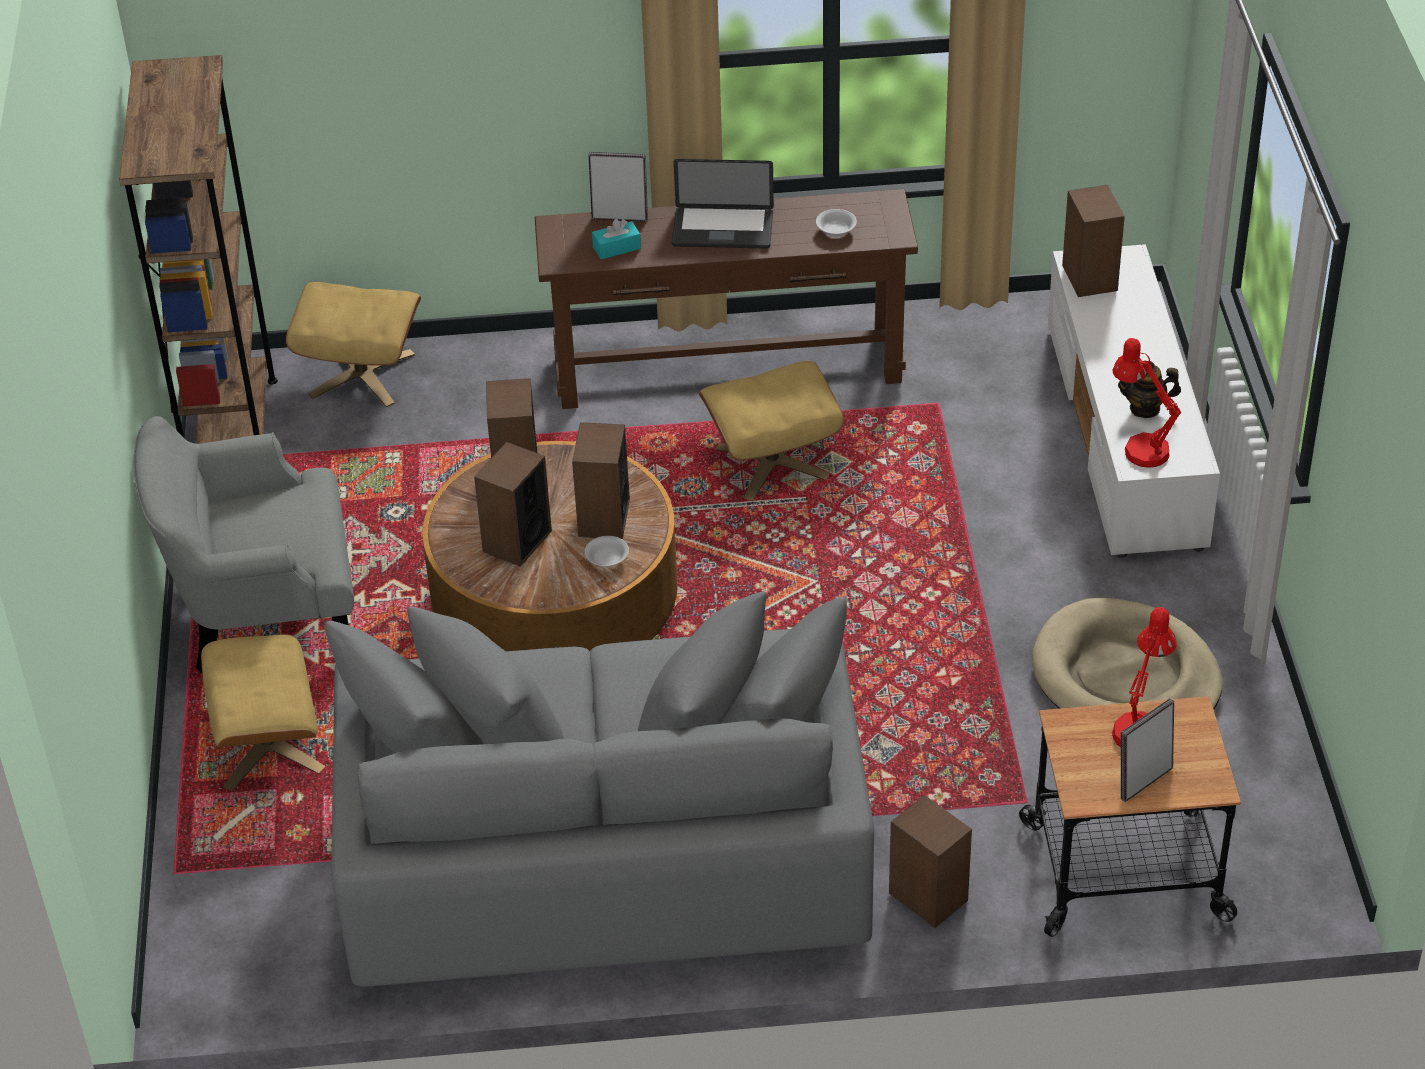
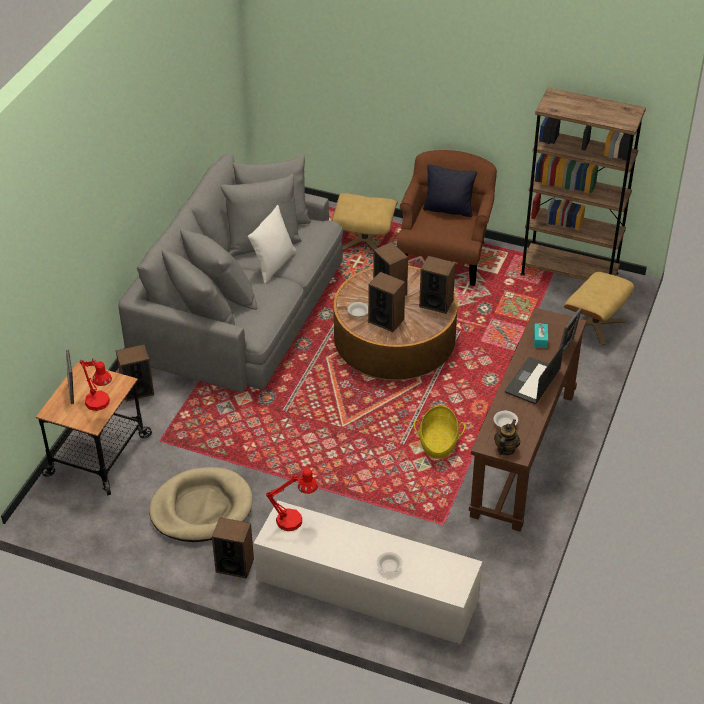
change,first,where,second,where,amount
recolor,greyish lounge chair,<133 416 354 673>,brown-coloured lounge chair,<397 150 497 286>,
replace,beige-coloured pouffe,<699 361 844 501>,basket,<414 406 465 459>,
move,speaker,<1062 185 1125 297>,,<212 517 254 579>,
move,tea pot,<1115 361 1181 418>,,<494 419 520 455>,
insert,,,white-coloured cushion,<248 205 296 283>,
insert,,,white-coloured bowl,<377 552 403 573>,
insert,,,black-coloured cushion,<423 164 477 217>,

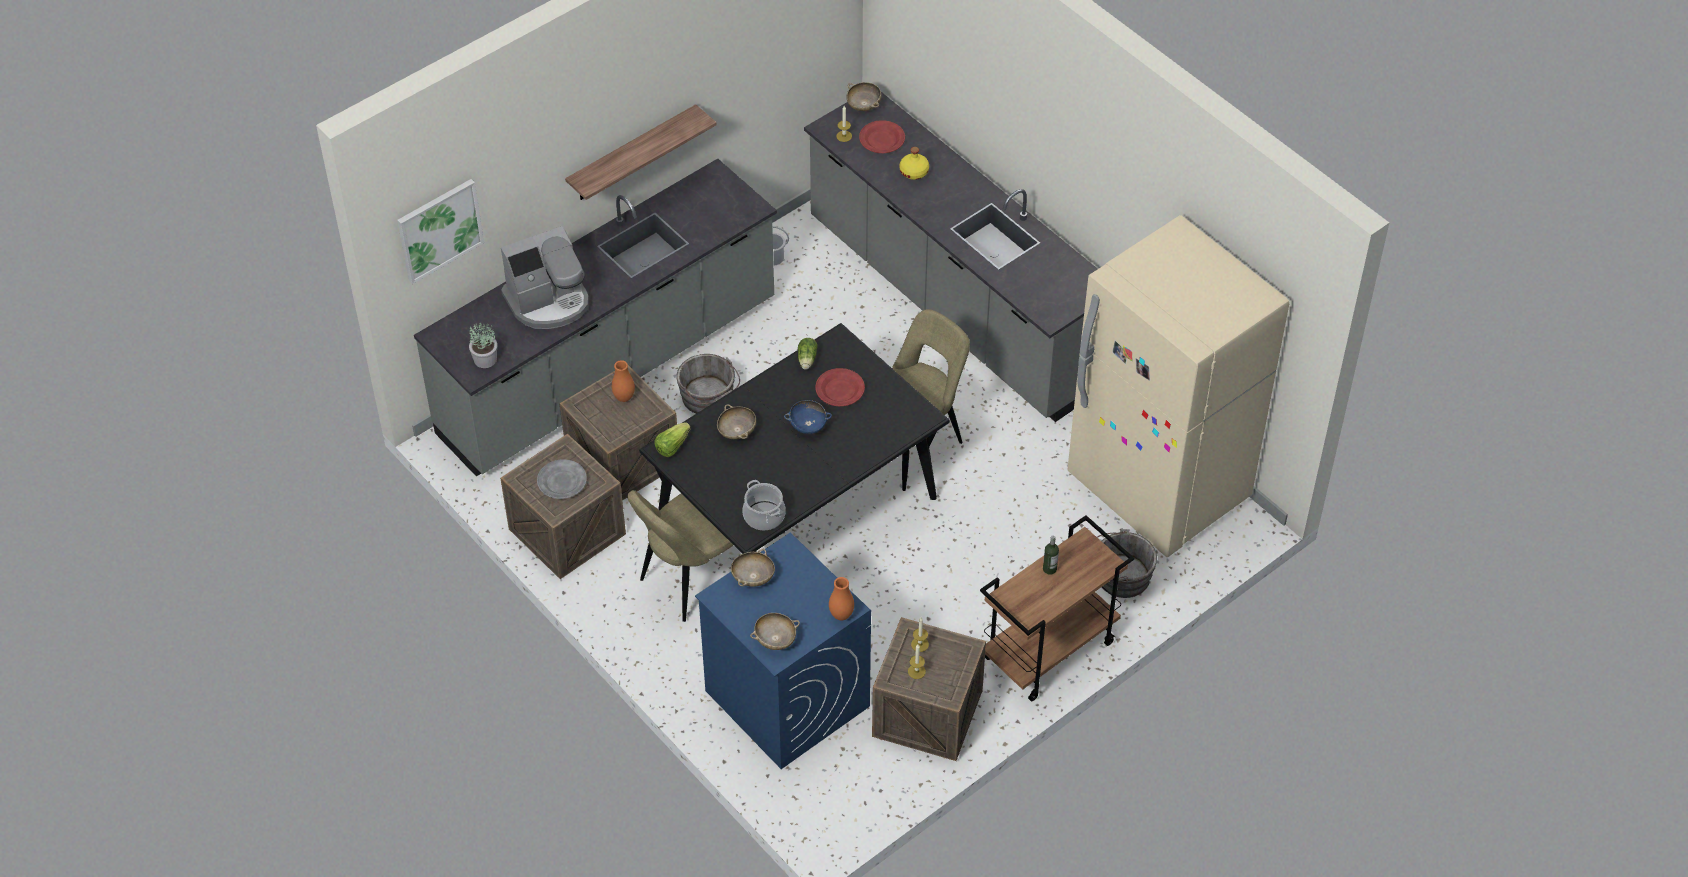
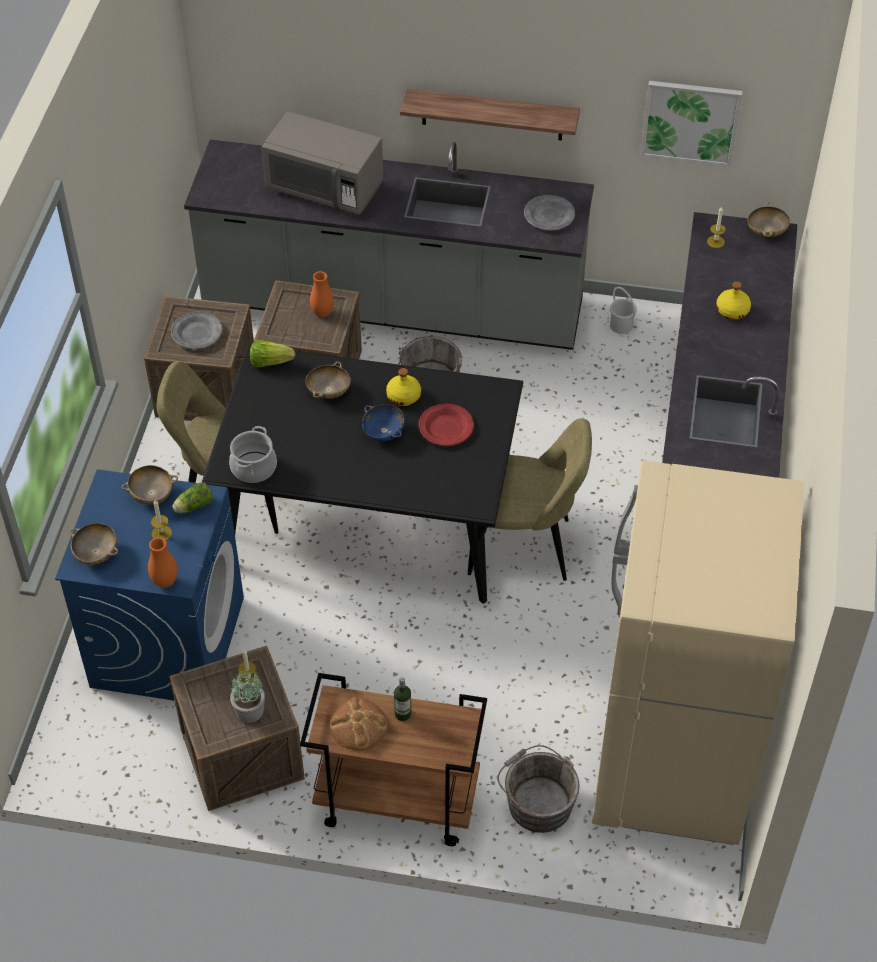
change,first,where,second,where,amount
move,wall art,<397 179 484 284>,,<641 81 743 167>,
move,potted plant,<469 322 497 368>,,<230 670 265 723>,
replace,coffee machine,<501 226 589 329>,greyish microwave,<262 111 384 215>,
move,head of lettuce,<798 338 818 370>,,<172 483 213 513>,
delete,reddish flat dish,<859 120 905 153>,,,
move,wax candle,<908 644 926 679>,,<151 500 172 540>,
insert,,,bread,<329 697 388 751>,
insert,,,yellowish drink bottle,<386 368 421 406>,
insert,,,greyish flat dish,<524 195 575 230>,

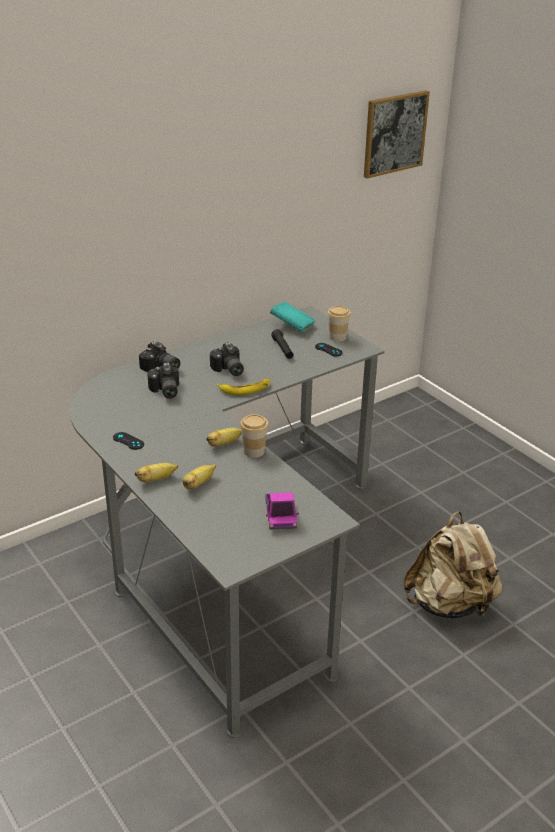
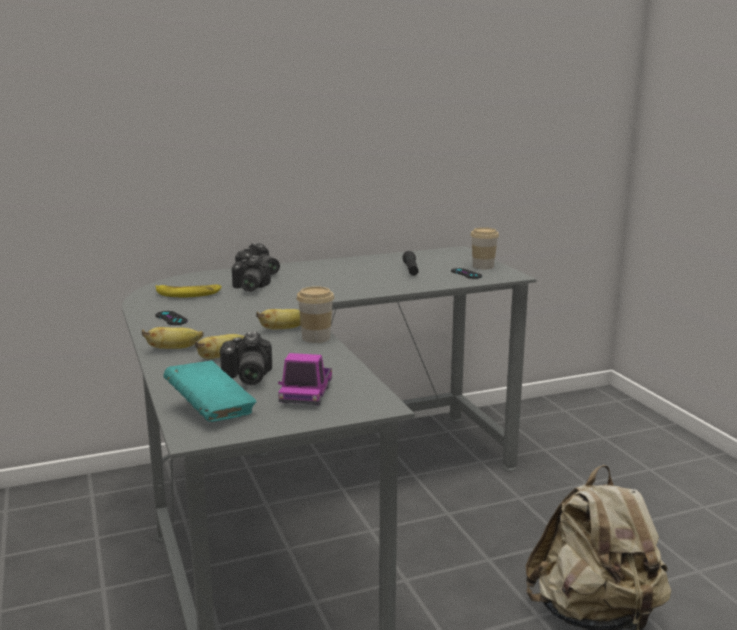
change,first,where,second,where,amount
move,photo camera,<210 342 244 376>,,<220 332 272 385>,
move,whole banana,<216 378 270 395>,,<155 284 222 297>,
move,blue-green bound book,<270 301 315 332>,,<163 361 256 422>,
delete,wall art,<364 90 430 178>,,,

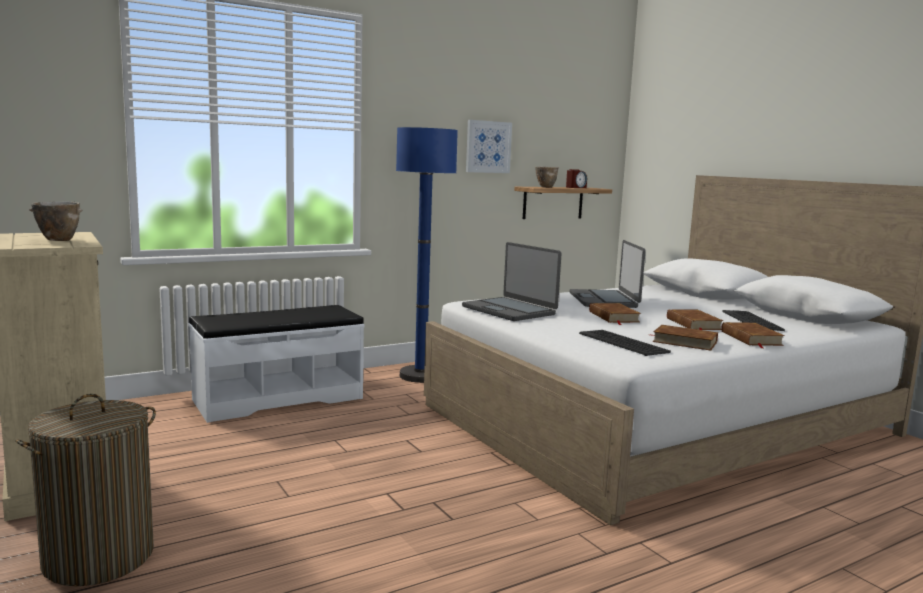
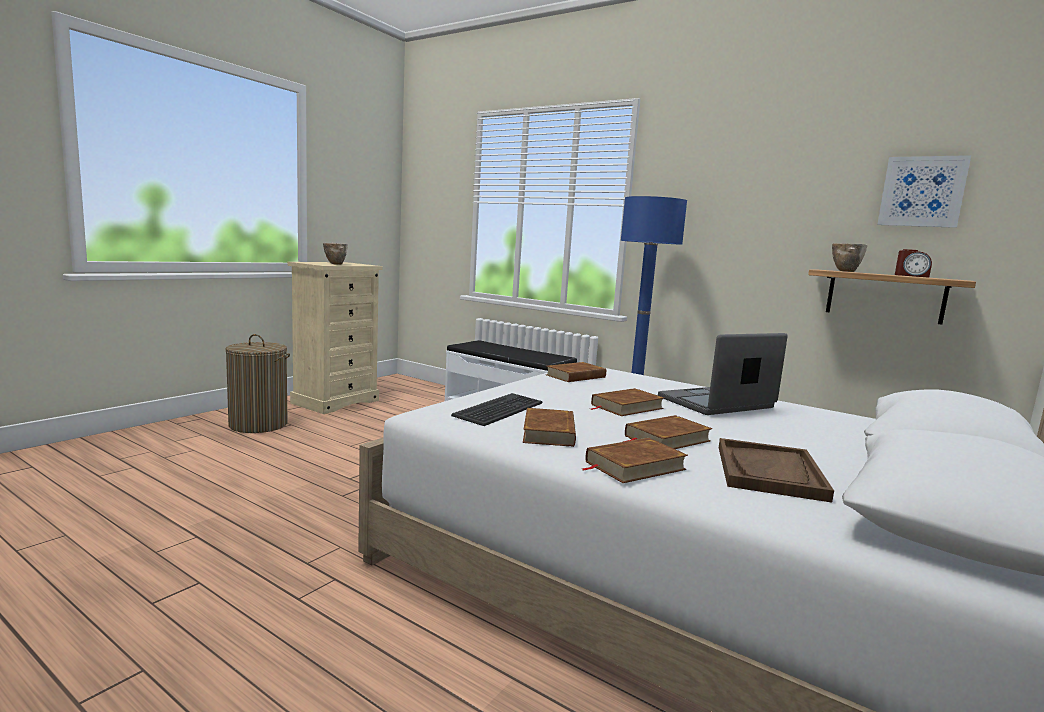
change,first,where,second,where,amount
replace,portable computer,<462 242 561 321>,brown-coloured bound book,<546 362 607 382>,
move,wall art,<466 120 512 173>,,<877 155 971 228>,
replace,keyboard,<722 310 785 331>,brown-coloured carrying tray,<719 438 834 503>,

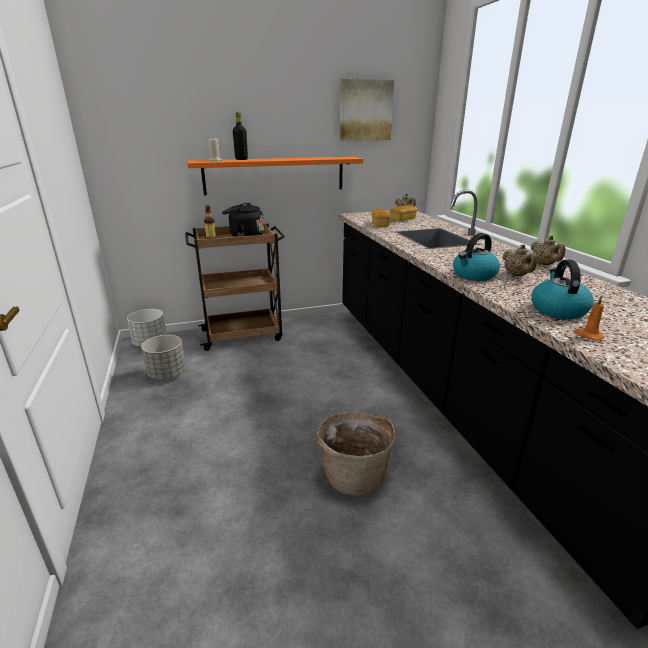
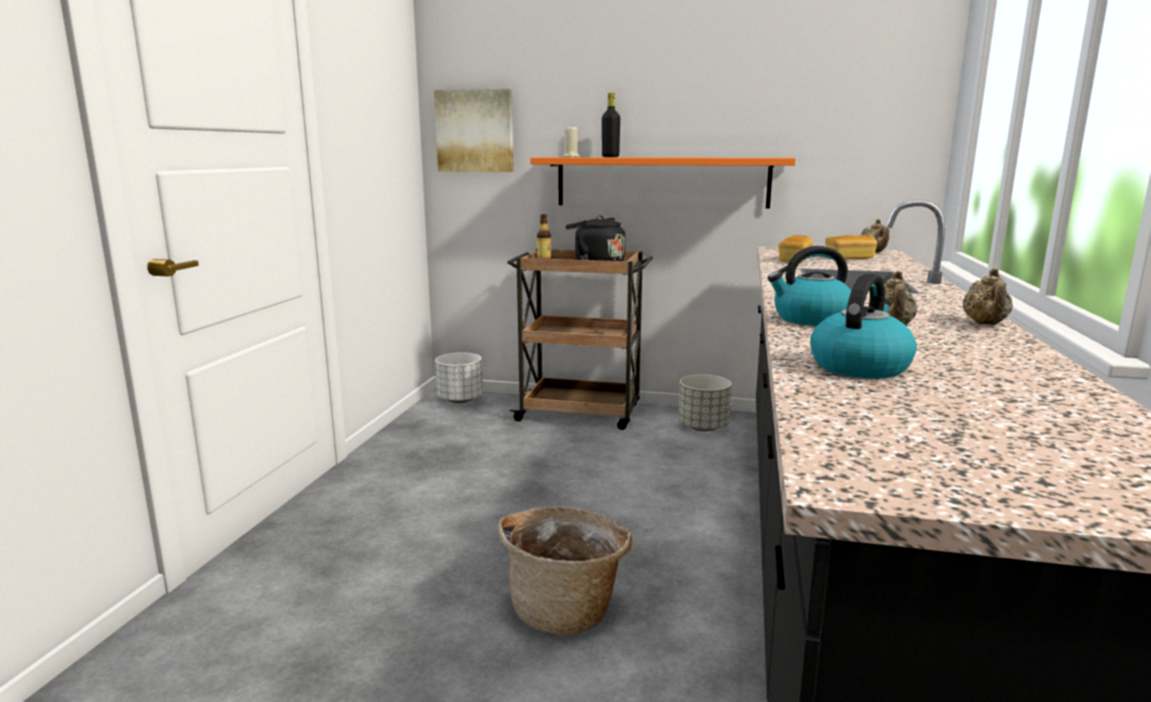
change,first,where,second,where,amount
move,greyish plant pot,<141 335 186 380>,,<678 375 732 431>,
move,wall art,<340 79 394 141>,,<434 89 514 172>,
delete,orange wax candle,<574 295 605 340>,,,

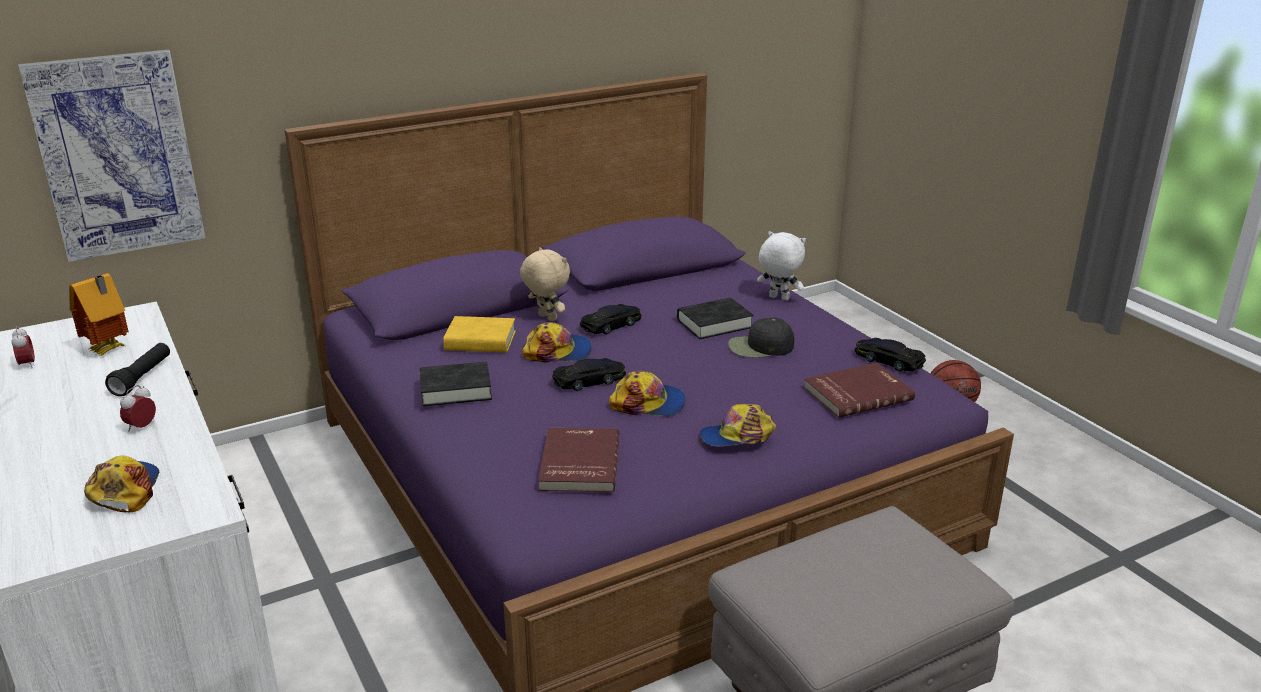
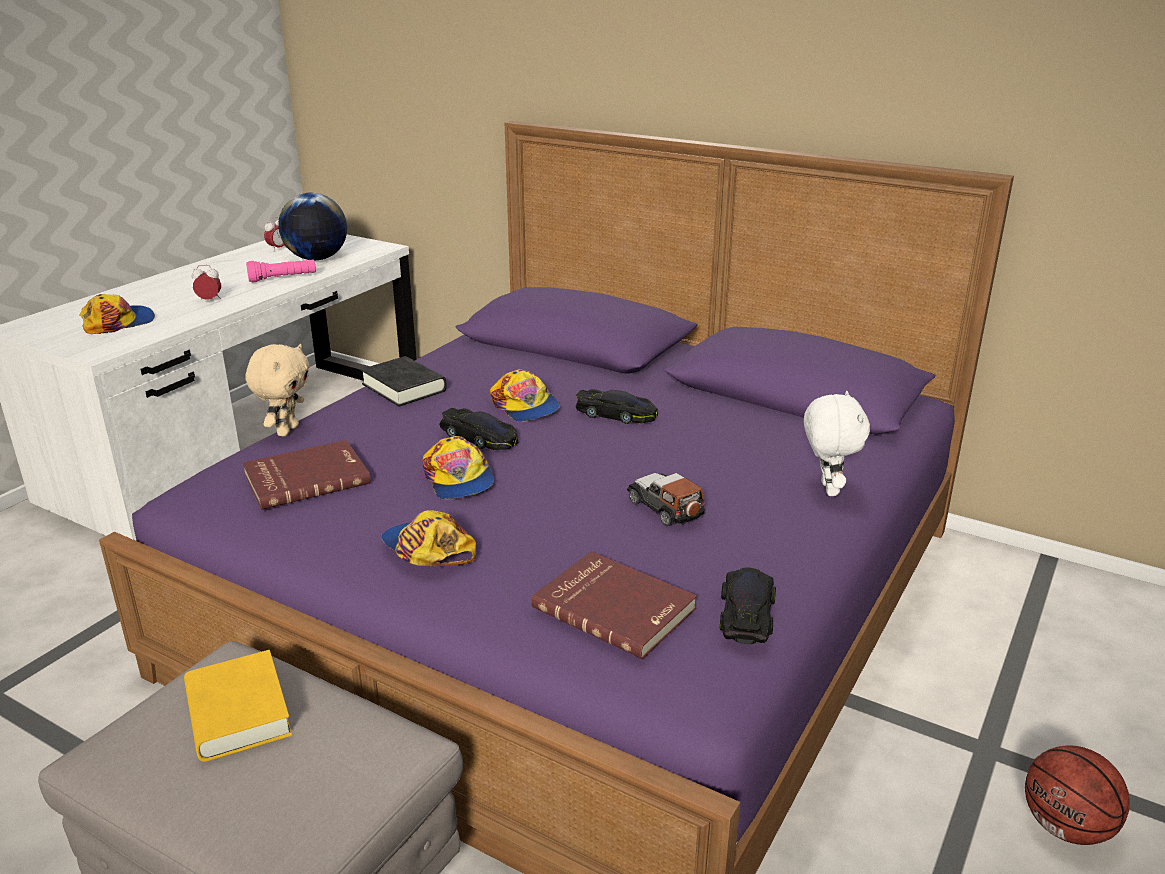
change,first,where,second,where,amount
delete,wall art,<18 50 206 262>,,,
replace,model house,<69 273 129 356>,globe,<278 192 347 260>,
recolor,black-coloured hand torch,<105 343 170 396>,pink-coloured hand torch,<246 259 316 282>,
move,yellowish bound book,<443 316 516 353>,,<184 650 292 762>,
move,beige-coloured cuddly toy,<520 247 570 321>,,<246 344 310 436>,
delete,black-coloured bound book,<677 298 754 339>,,,
replace,black-coloured peaked cap,<728 317 794 357>,miniature car,<627 473 705 526>,

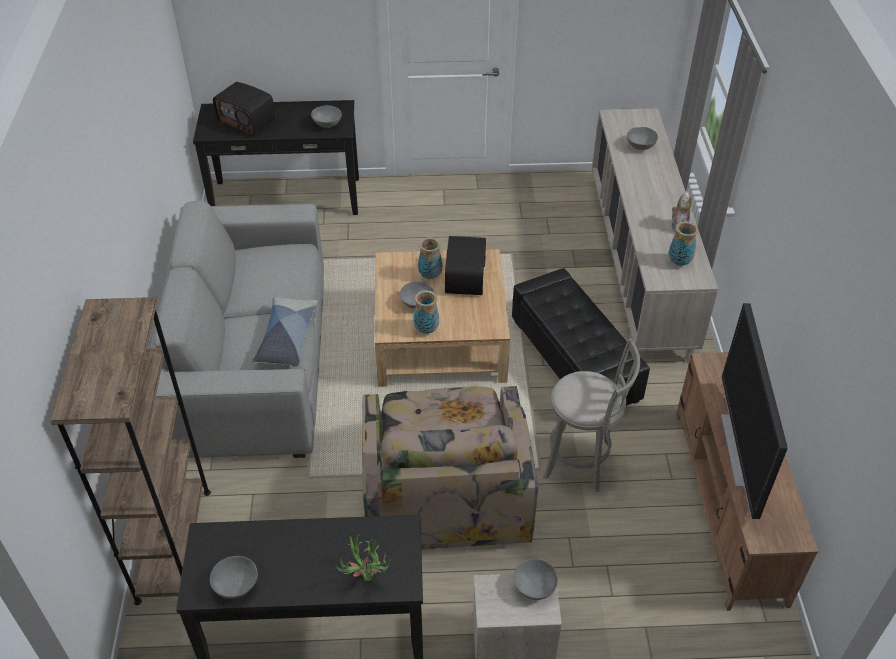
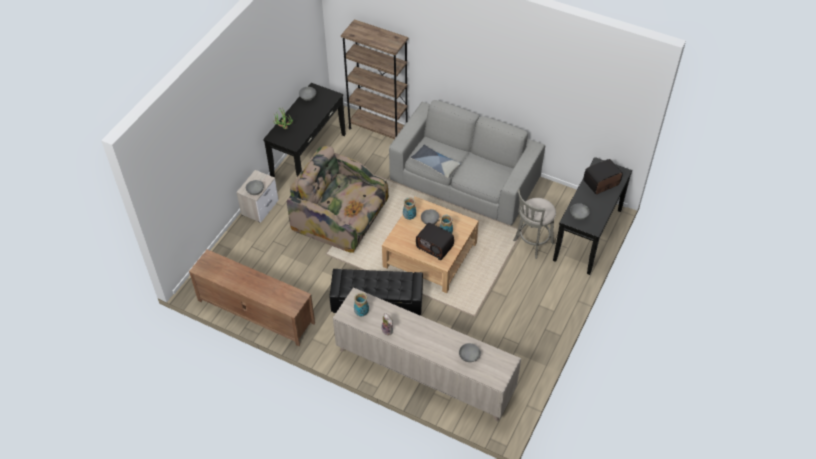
change,first,where,second,where,amount
move,greyish stool,<543 338 640 492>,,<513 189 556 259>,
delete,TV set,<721 303 788 519>,,,

